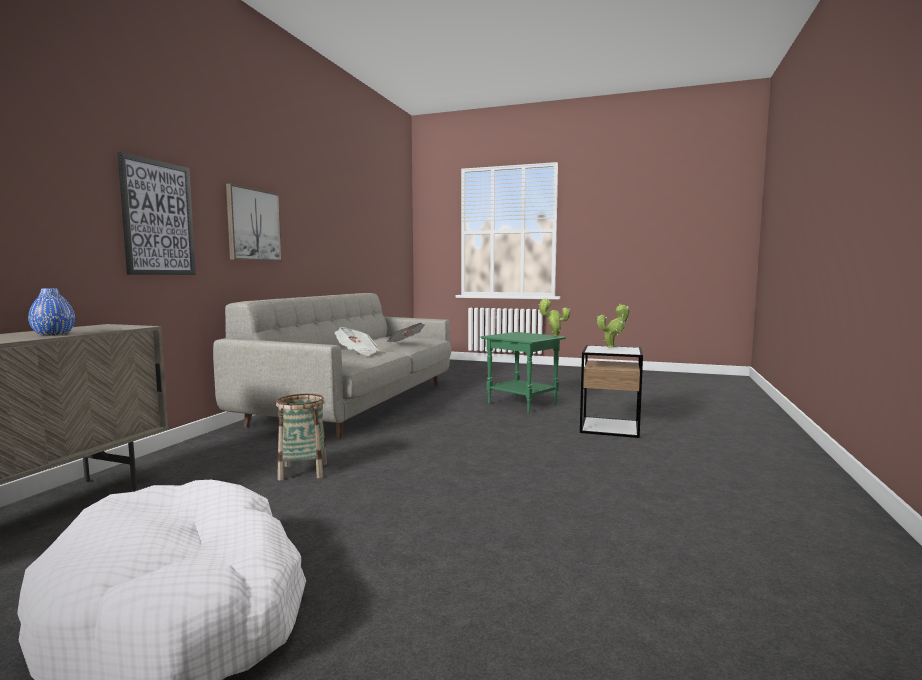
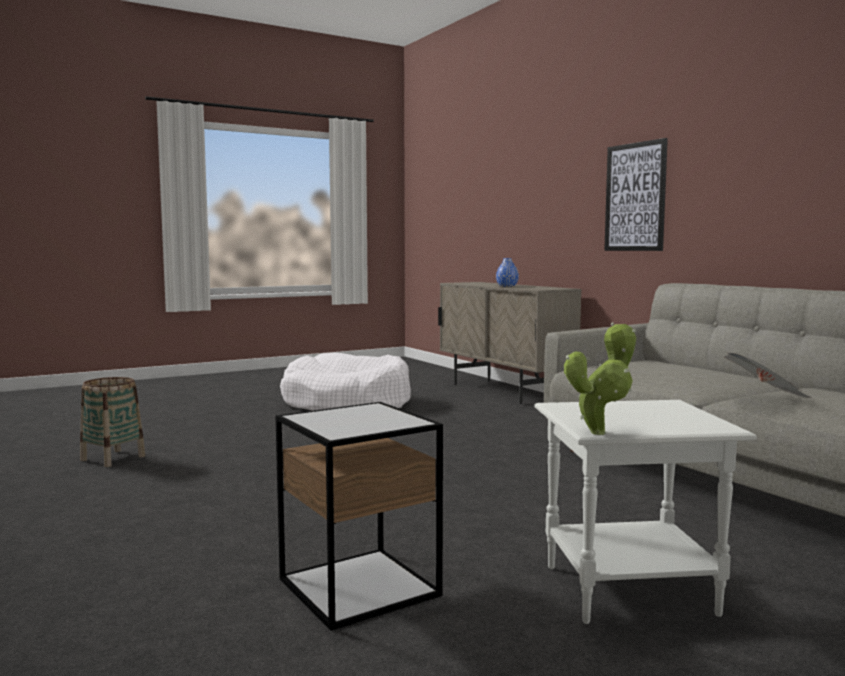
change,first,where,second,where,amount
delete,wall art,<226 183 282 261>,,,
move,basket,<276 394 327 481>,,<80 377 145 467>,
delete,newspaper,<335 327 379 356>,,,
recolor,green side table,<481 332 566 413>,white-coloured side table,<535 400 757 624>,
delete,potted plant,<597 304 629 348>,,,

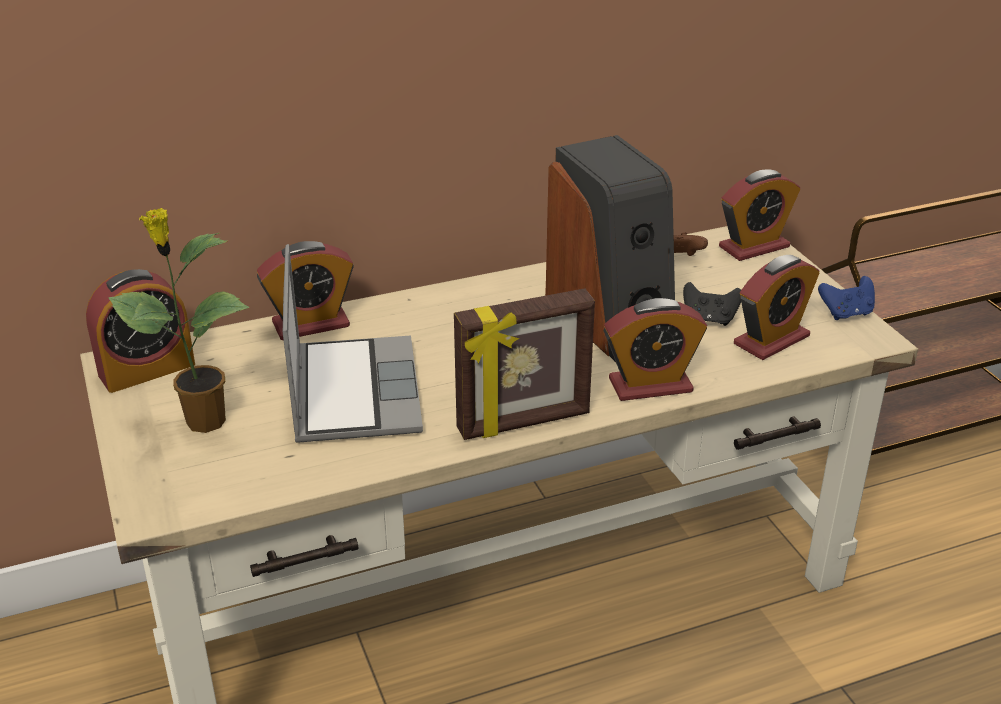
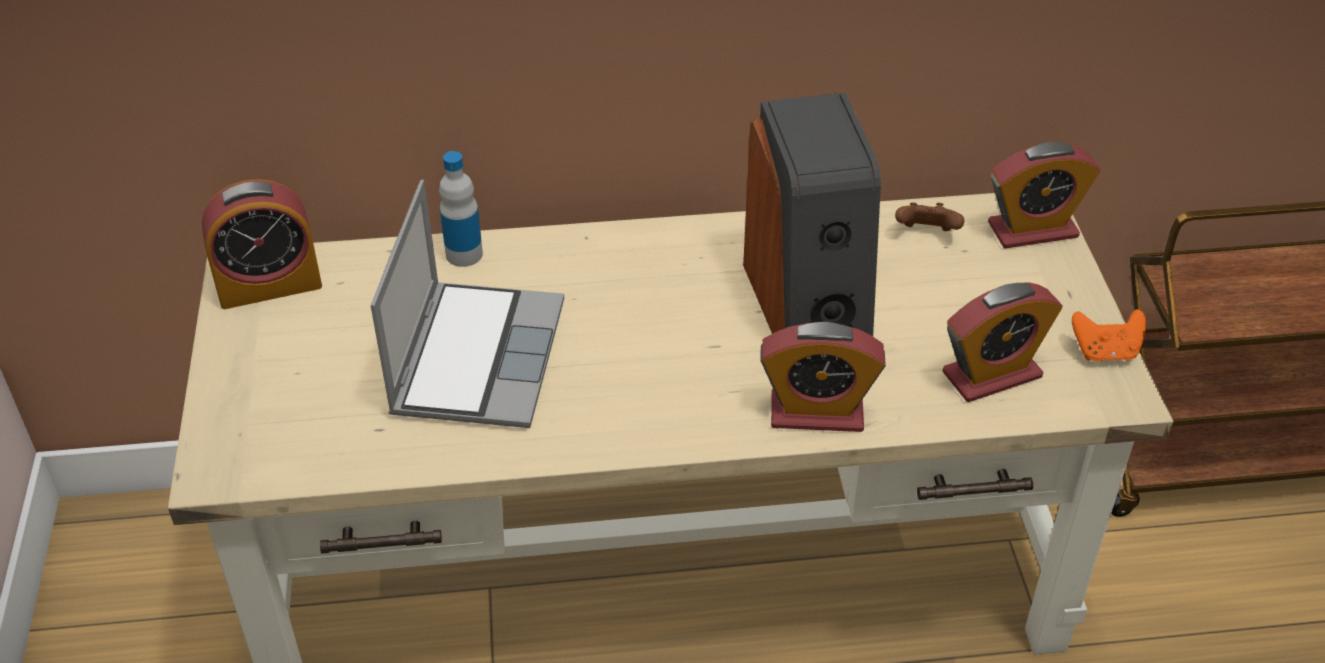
change,first,where,second,where,amount
delete,potted plant,<108 208 249 433>,,,
replace,table clock,<257 241 354 340>,drink bottle,<439 151 483 267>,
delete,standing frame,<454 288 595 440>,,,
delete,black-coloured gamepad,<683 282 741 326>,,,
recolor,bluish gamepad,<818 276 875 320>,orange gamepad,<1072 309 1146 361>,

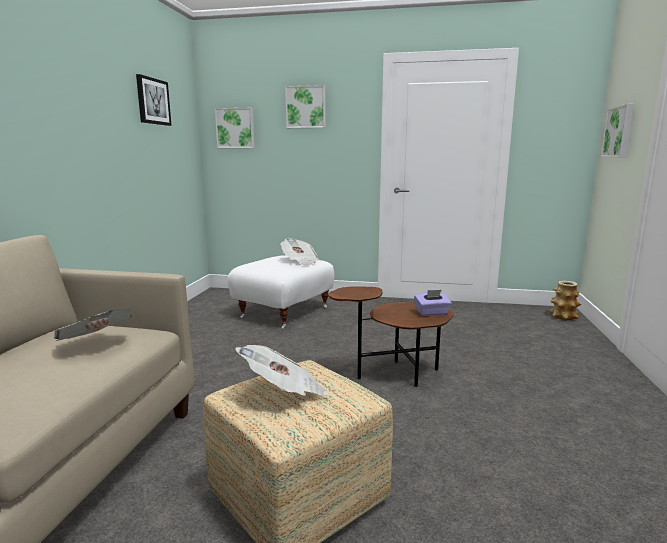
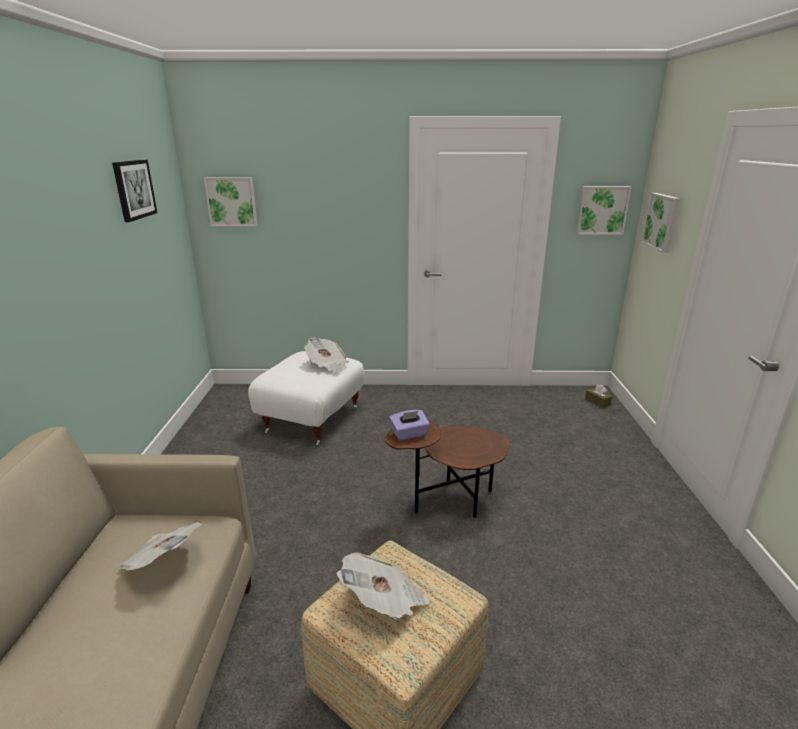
change,first,where,second,where,amount
move,wall art,<285 85 326 128>,,<576 186 631 235>,
move,purple tissue holder,<414 290 452 316>,,<389 410 430 440>,
replace,vase,<549 281 581 321>,brown-coloured tissue holder,<585 384 612 408>,

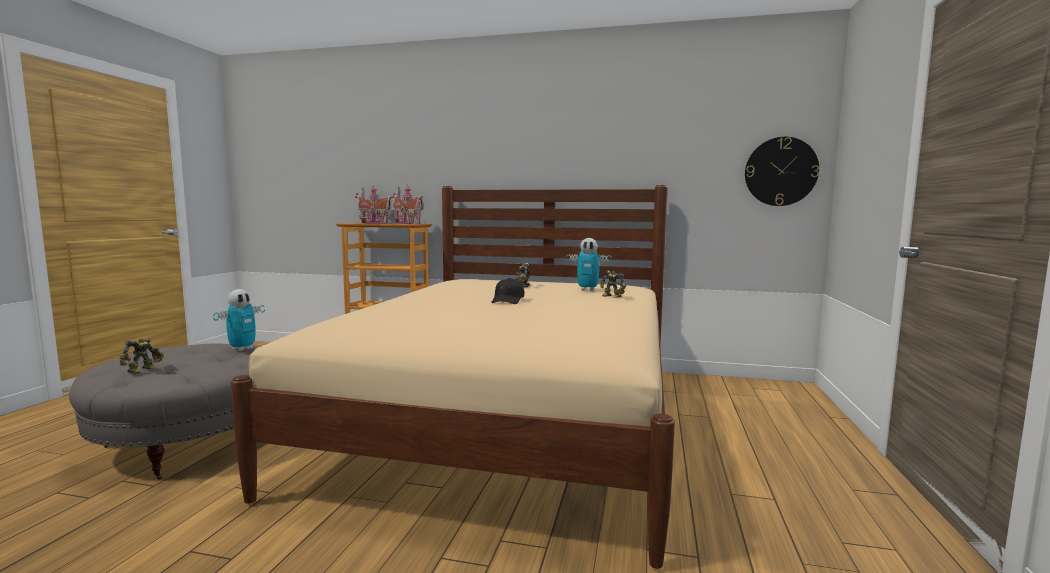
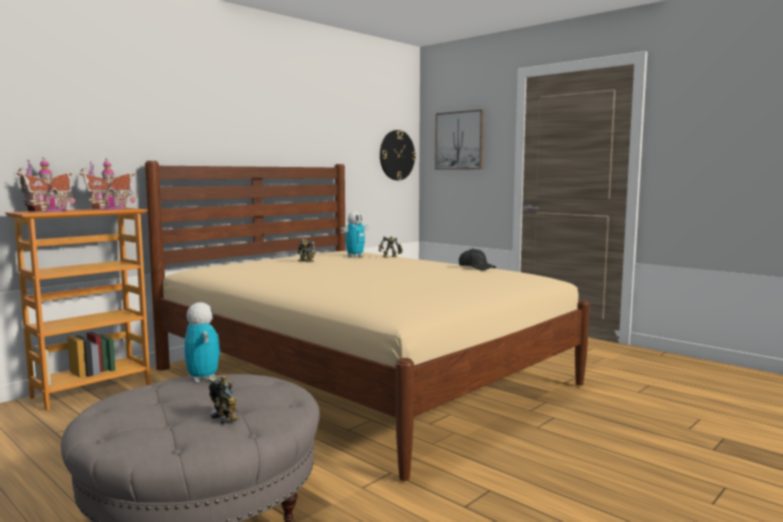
change,first,where,second,where,amount
move,black-coloured peaked cap,<491 278 524 304>,,<459 249 496 271>,
insert,,,wall art,<435 109 484 170>,

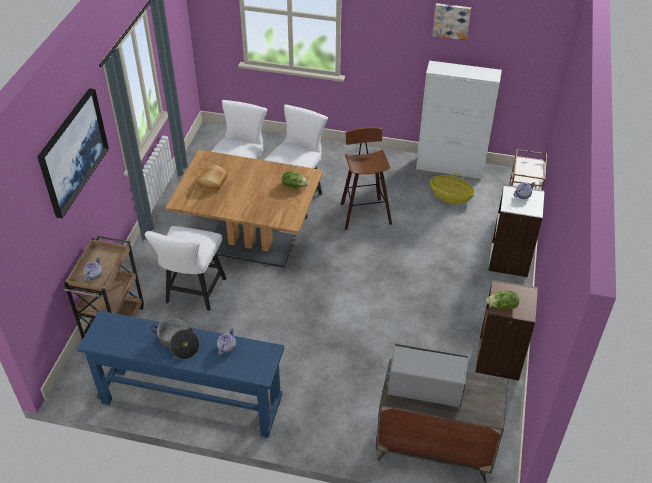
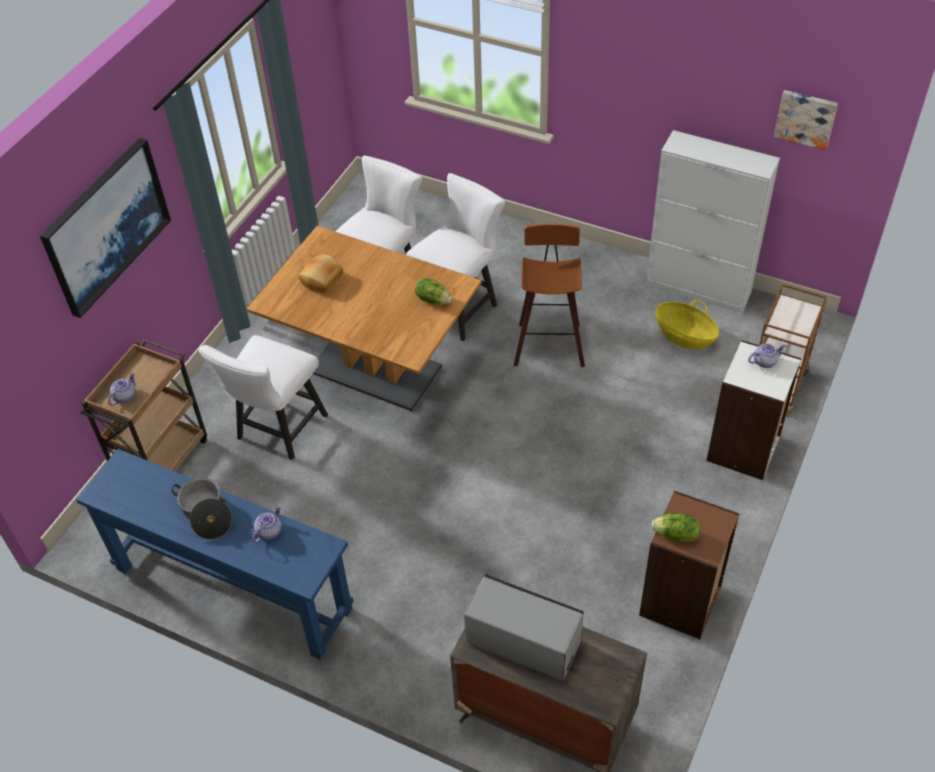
change,first,where,second,where,amount
move,wall art,<432 3 471 40>,,<774 90 838 150>,

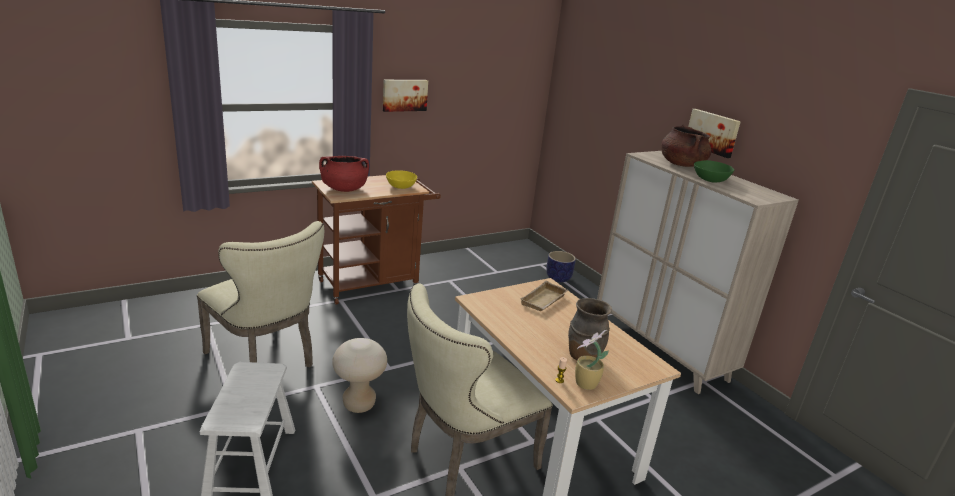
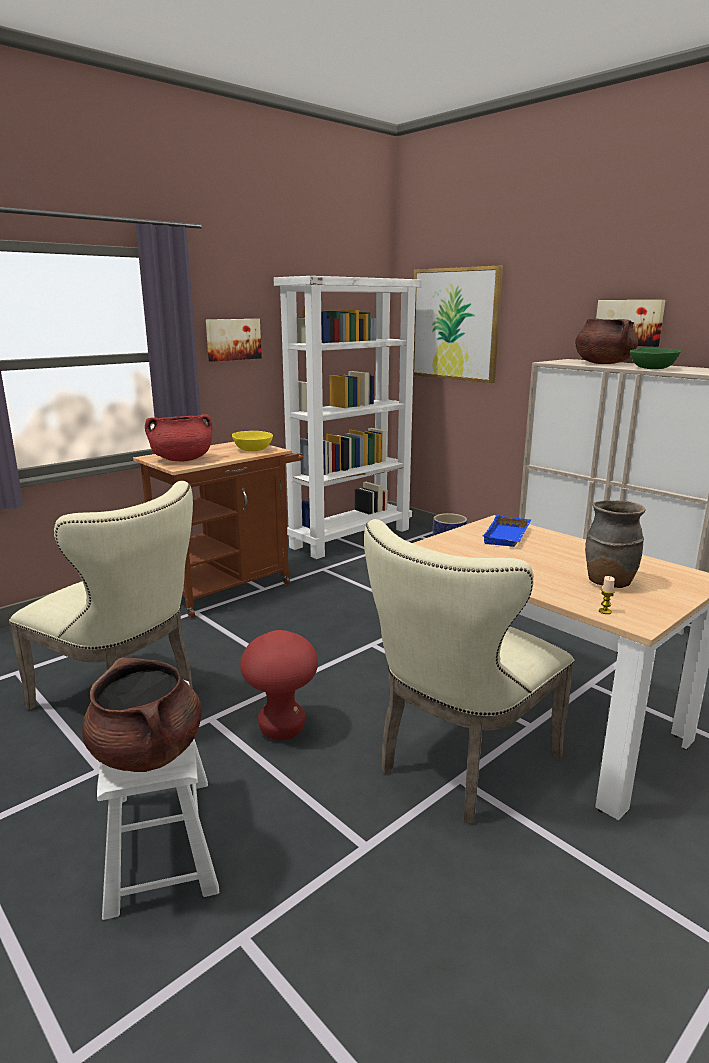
change,first,where,second,where,amount
recolor,beige-coloured stool,<332 338 387 413>,reddish stool,<240 630 318 740>,
recolor,beige-coloured carrying tray,<520 281 568 311>,bluish carrying tray,<483 514 531 547>,
delete,potted plant,<575 330 609 390>,,,
insert,,,brown-coloured cooking pot,<82 658 202 772>,
insert,,,white-coloured bookcase,<274 276 422 559>,
insert,,,wall art,<413 265 503 383>,

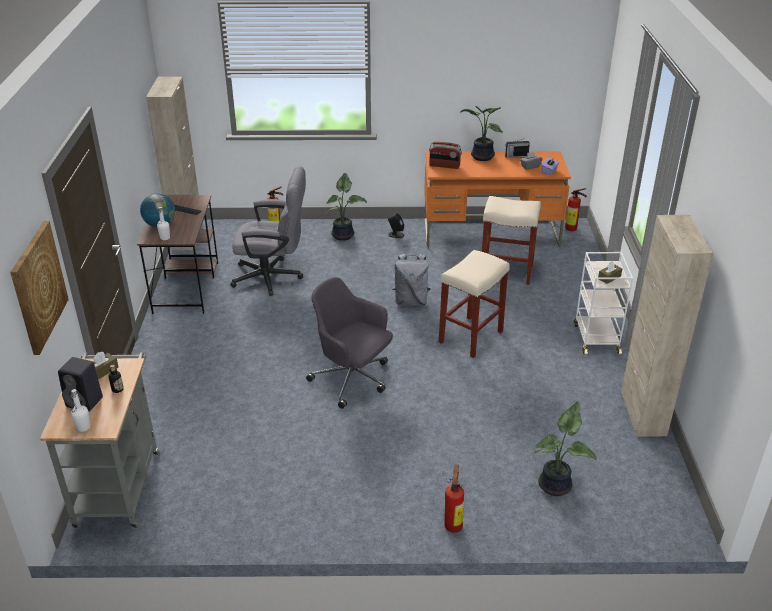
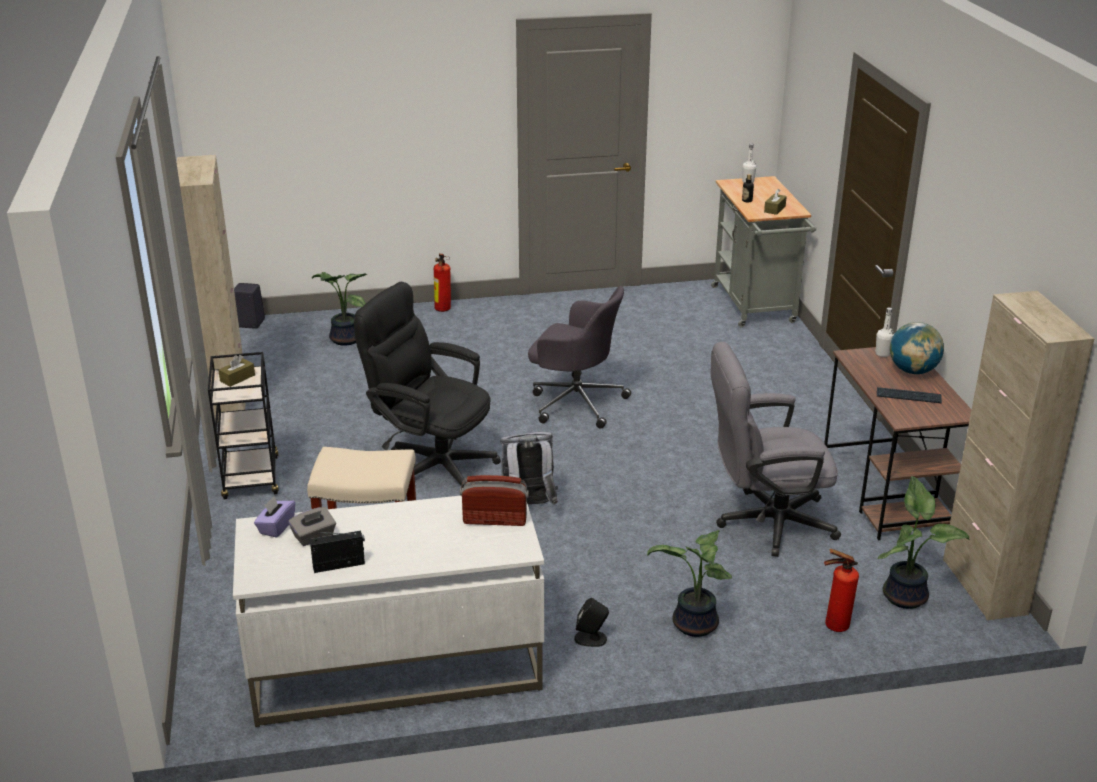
change,first,where,second,where,amount
delete,wall art,<10 221 69 355>,,,
move,black-coloured speaker,<58 357 103 412>,,<234 283 265 329>,
recolor,orange desk unit,<424 151 571 247>,white-coloured desk unit,<233 496 544 727>,
replace,beige-coloured stool,<439 250 510 358>,black-coloured office chair,<354 282 501 488>,
move,potted plant,<460 106 503 161>,,<878 476 970 609>,
delete,extinguisher,<565 188 587 231>,,,
recolor,white-coloured cart,<574 252 633 354>,black-coloured cart,<208 352 279 499>,

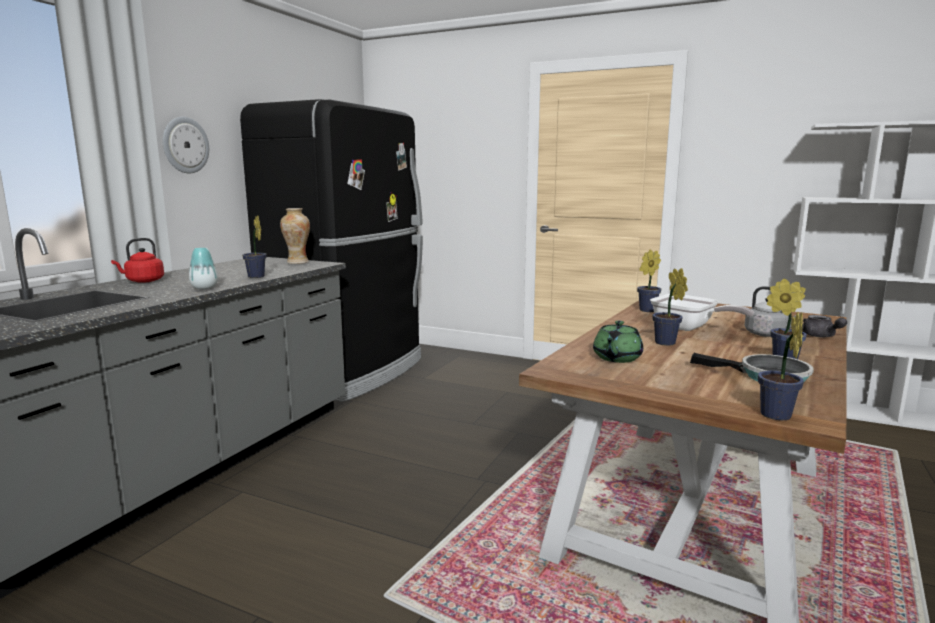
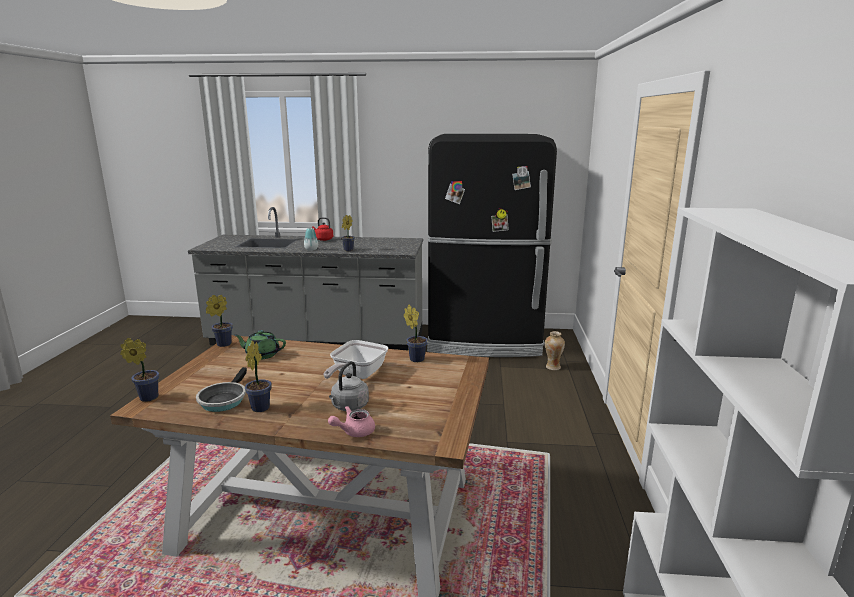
change,first,where,second,where,amount
delete,clock on the wall,<163 117 209 174>,,,
move,vase,<280 208 310 264>,,<545 331 565 370>,
move,potted plant,<652 268 688 346>,,<206 295 233 347>,
recolor,greyish tea pot,<802 315 847 337>,pink-coloured tea pot,<328 406 375 437>,

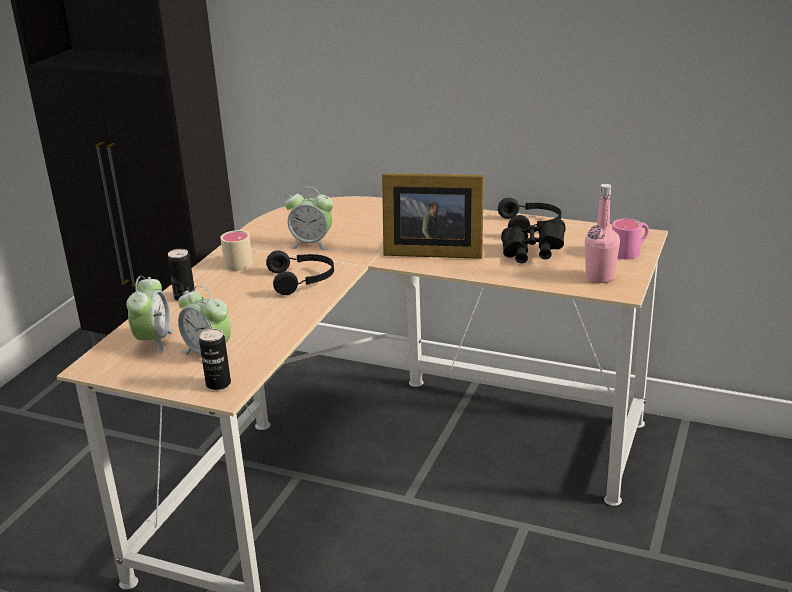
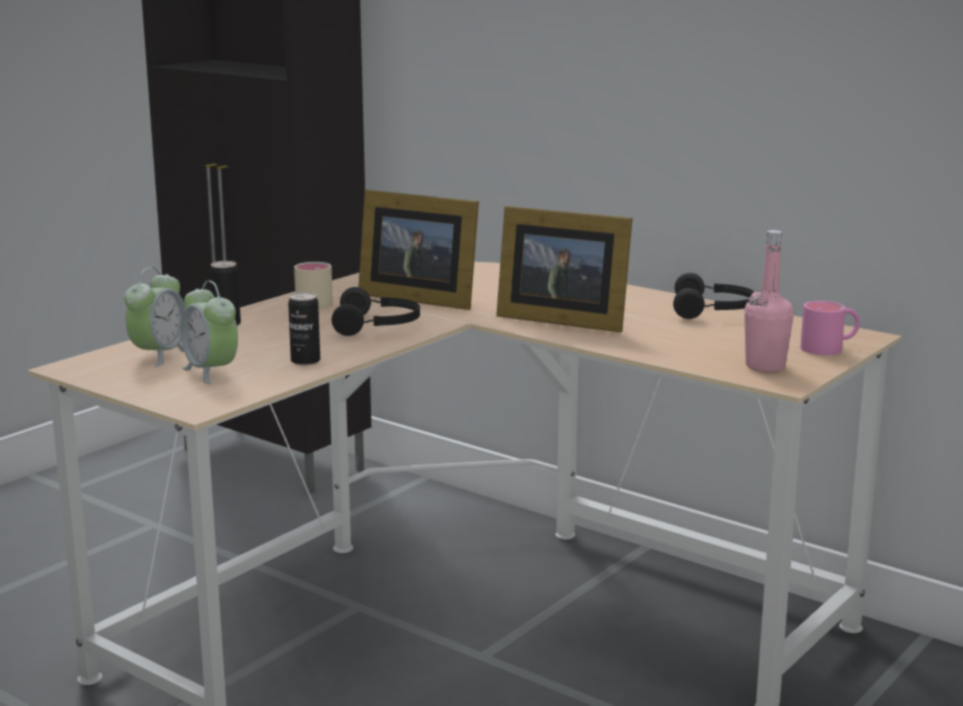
change,first,where,second,where,amount
move,metal can,<199 329 231 390>,,<288 292 320 366>,
replace,table clock,<285 187 333 250>,standing frame,<359 190 479 310>,
delete,black-coloured field glasses,<501 219 566 264>,,,

